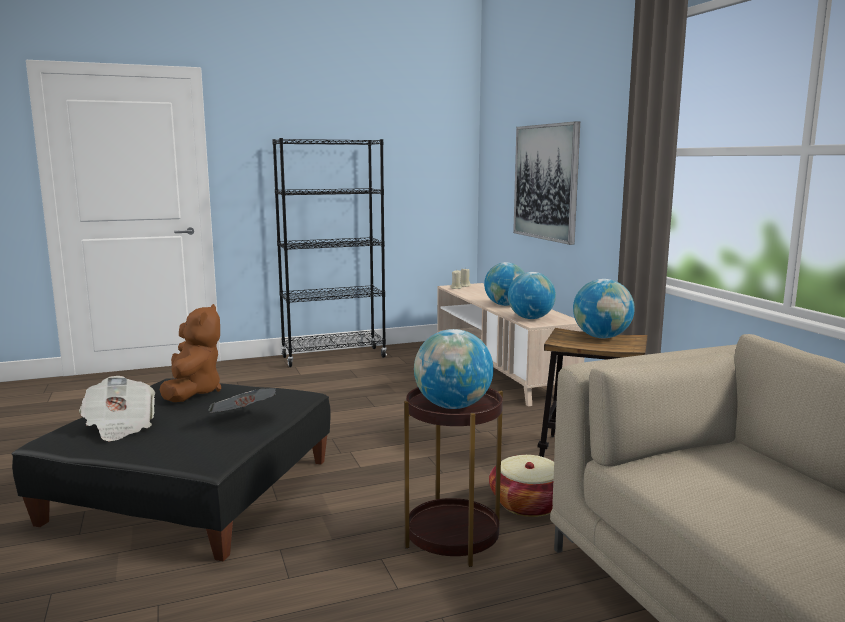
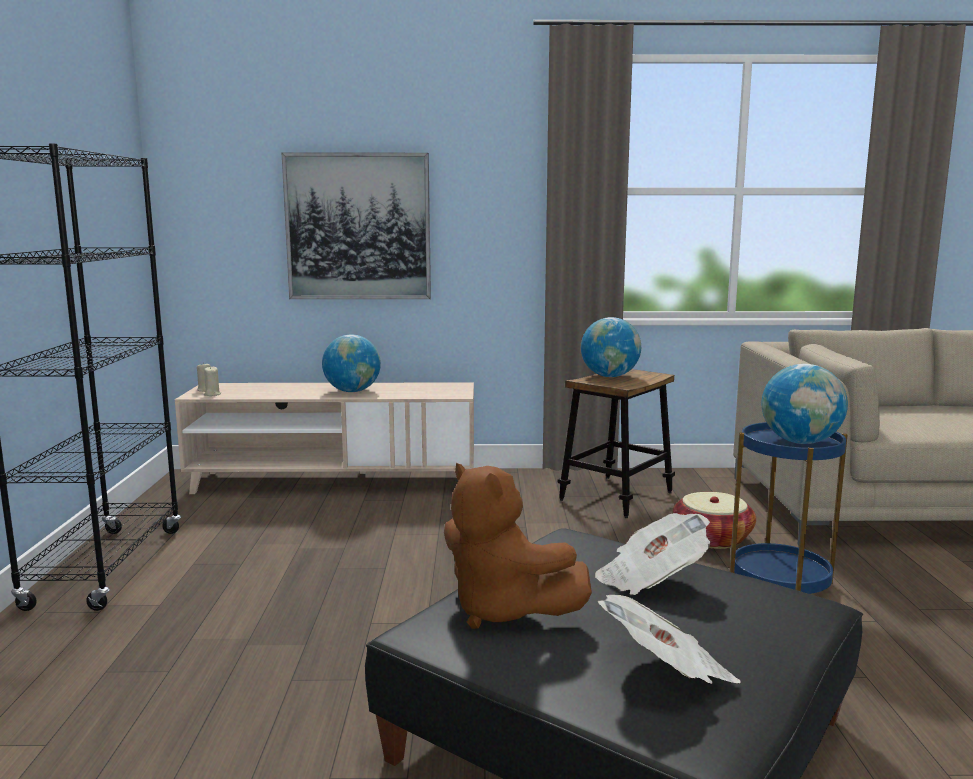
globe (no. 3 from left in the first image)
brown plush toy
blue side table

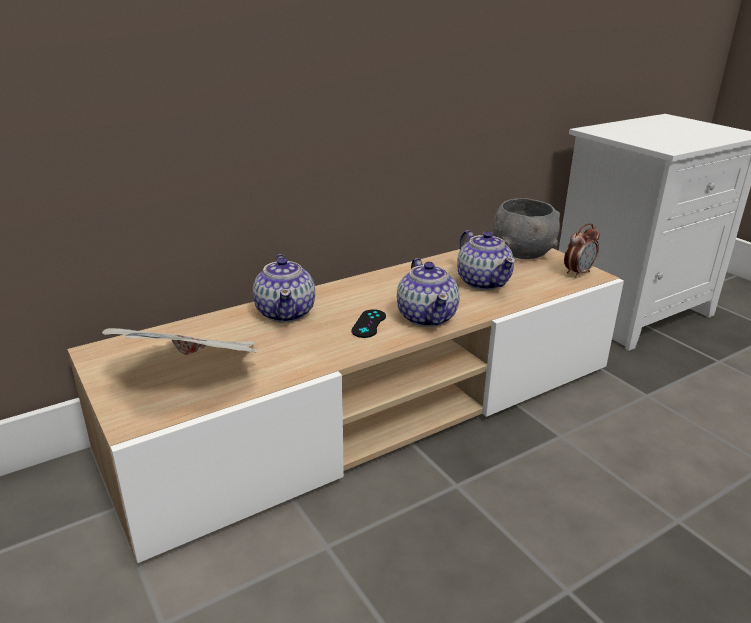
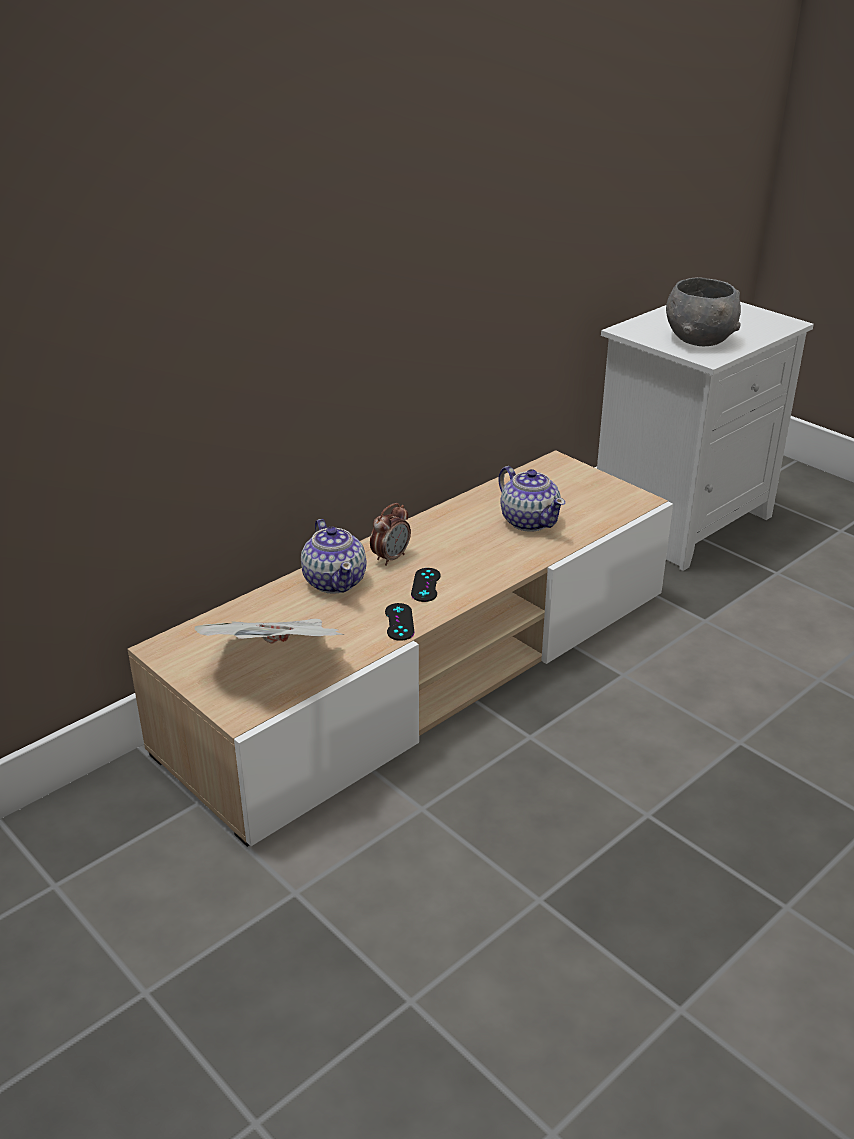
grey bowl
alarm clock
teapot (no. 2 from left in the first image)
black game controller (no. 1 from left)

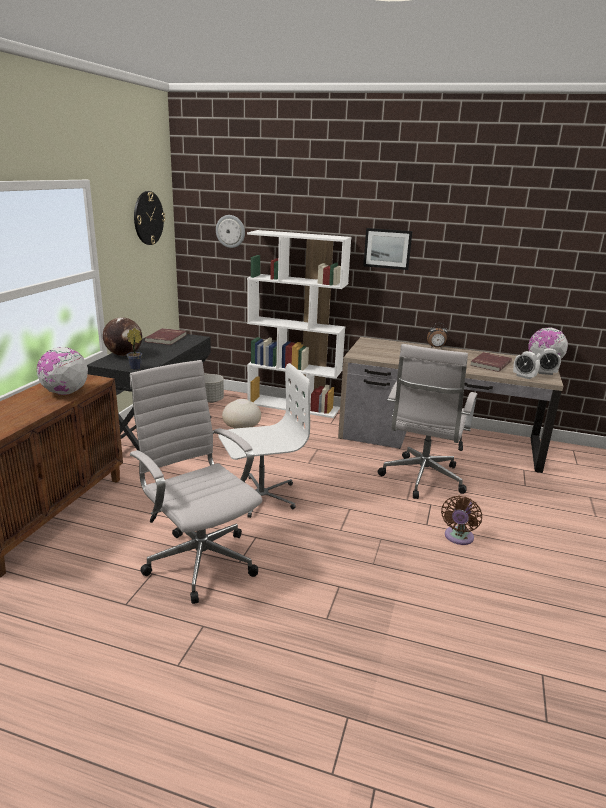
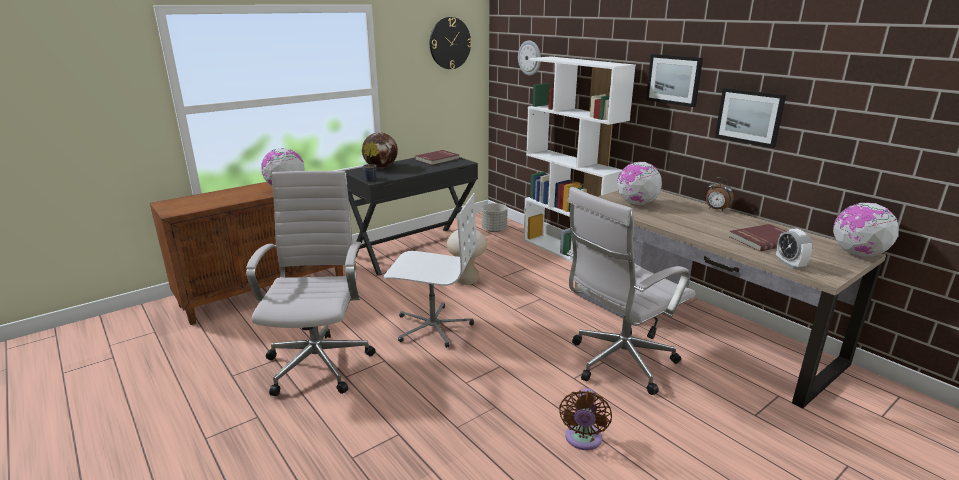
alarm clock (no. 3 from left in the first image)
brown fan
picture (no. 2 from left)
globe (no. 3 from left)

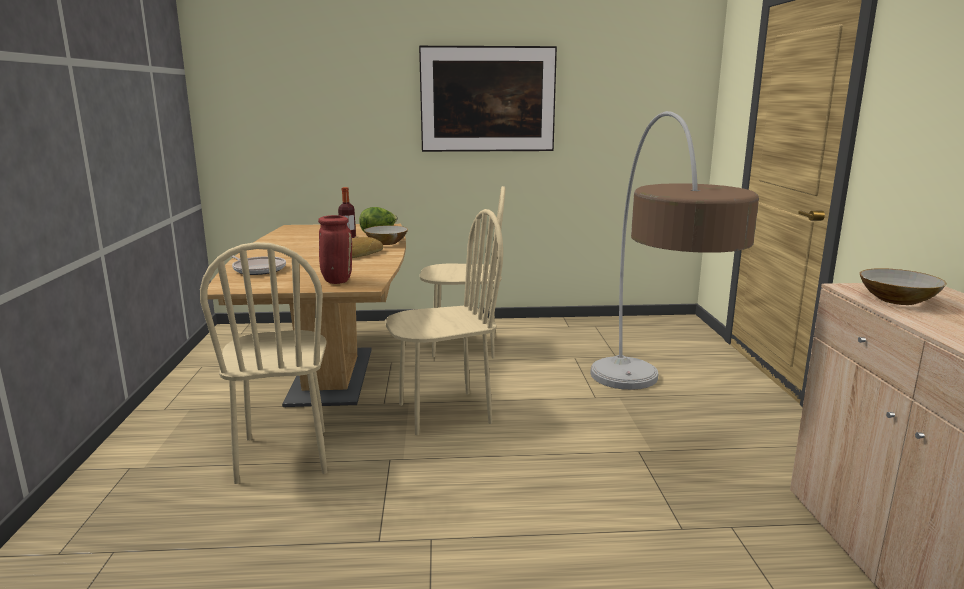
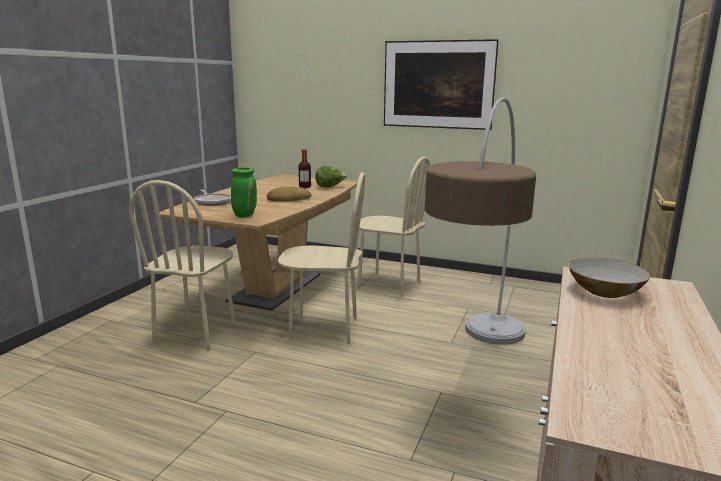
green vase
bowl (no. 1 from left in the first image)

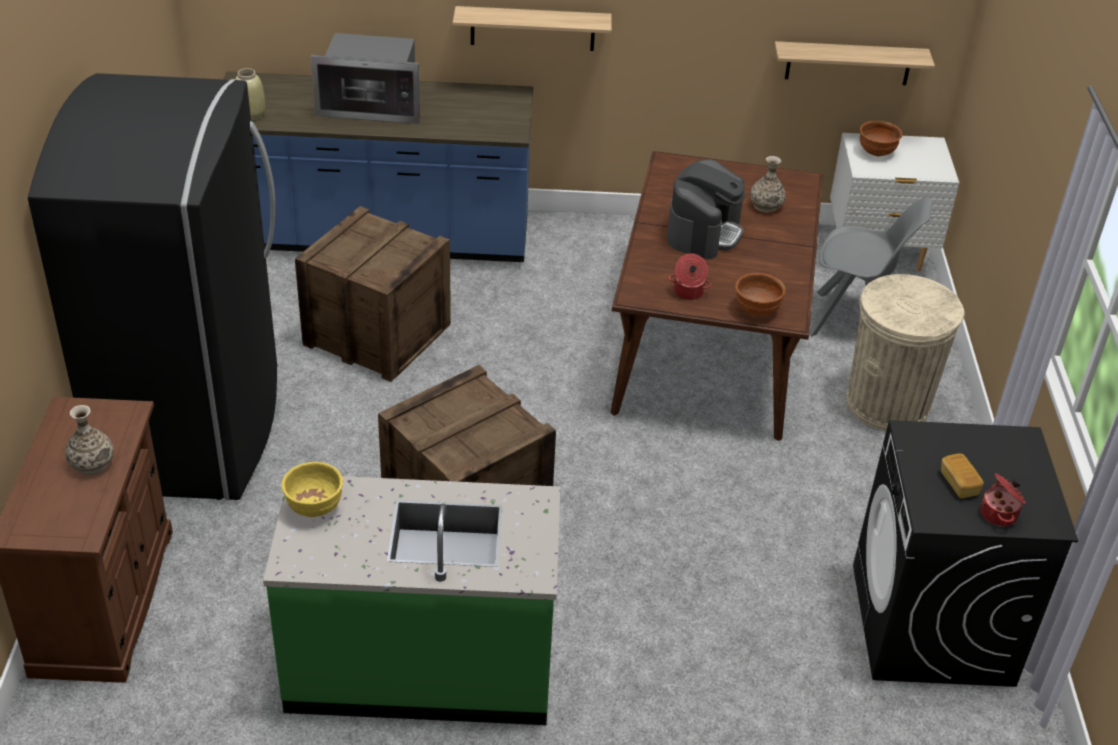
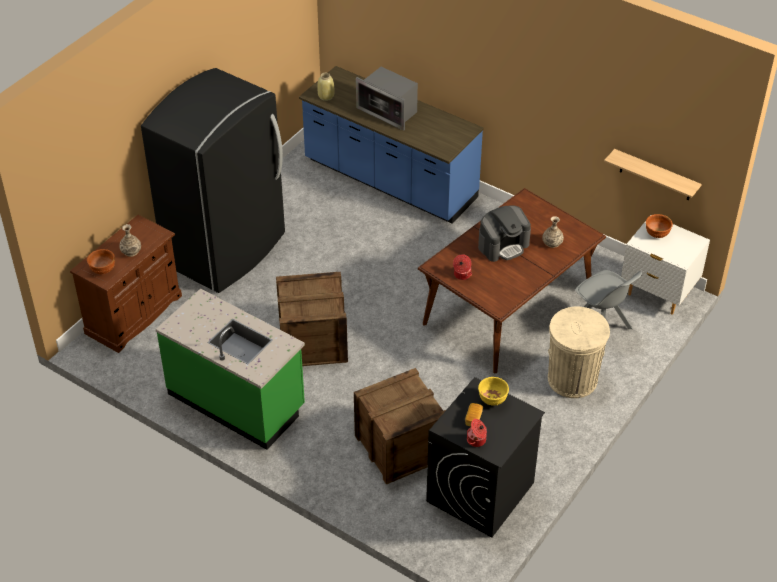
shelf (no. 1 from left in the first image)
crate (no. 2 from left)
brown bowl (no. 1 from left)
yellow bowl

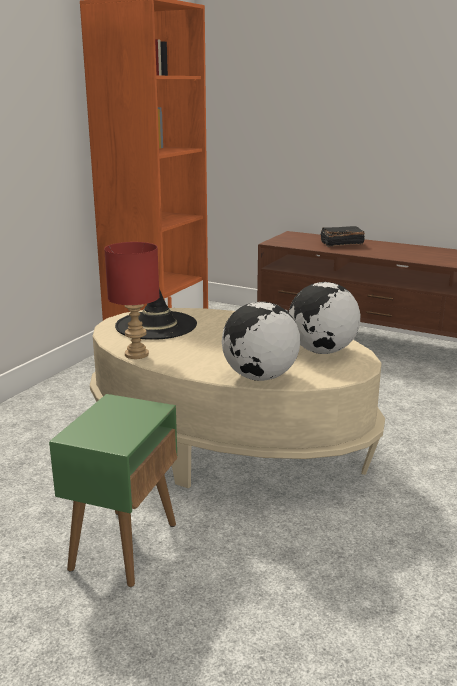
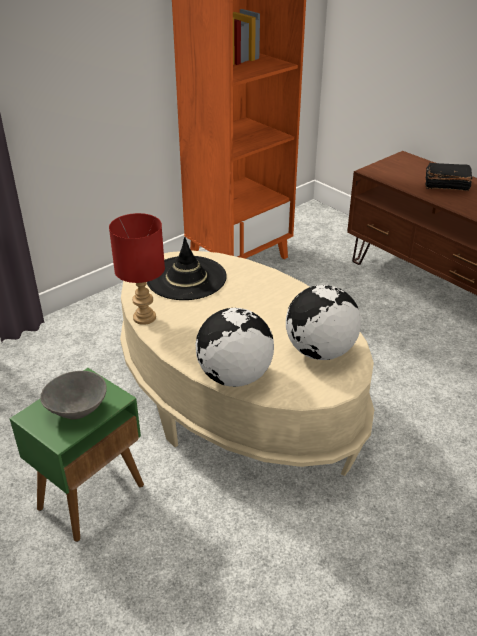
grey bowl

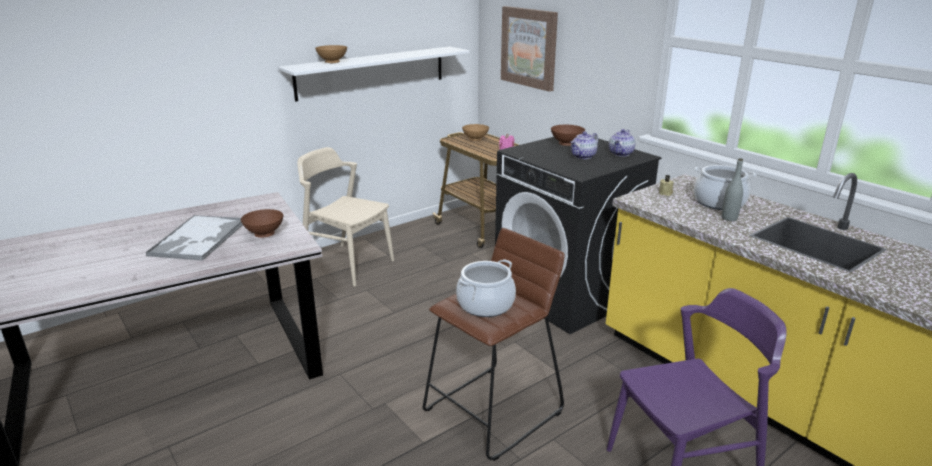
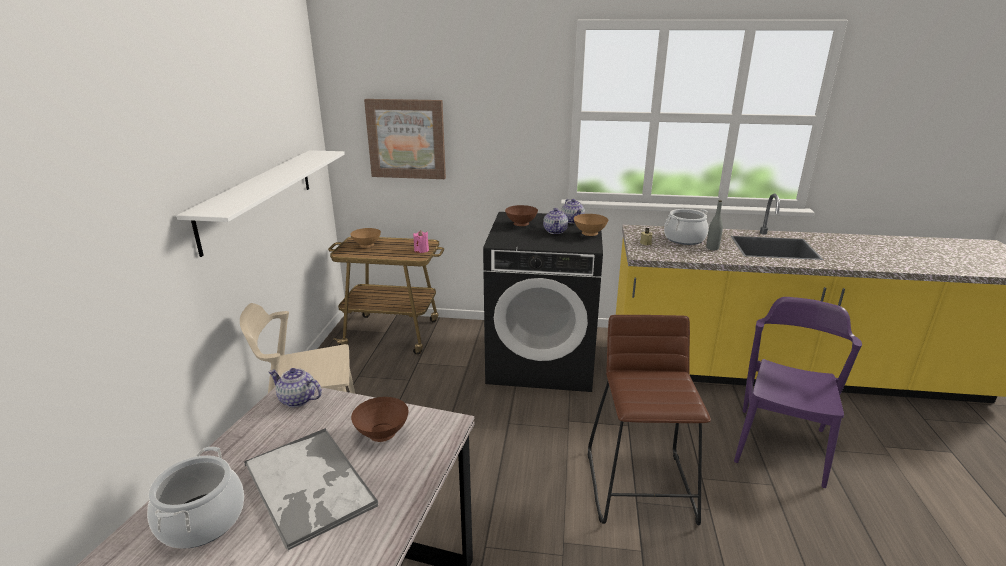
brown bowl (no. 4 from left)
cooking pot (no. 1 from left)
teapot (no. 1 from left)

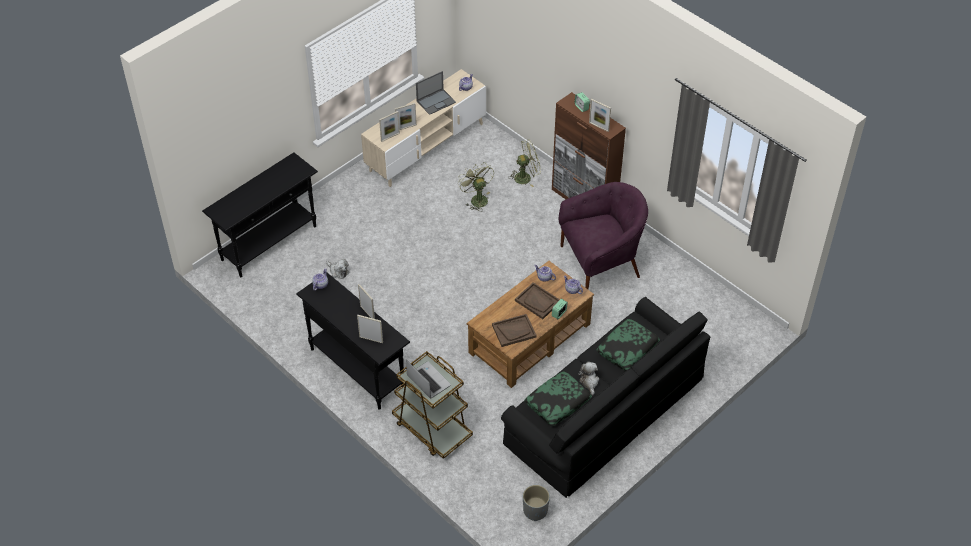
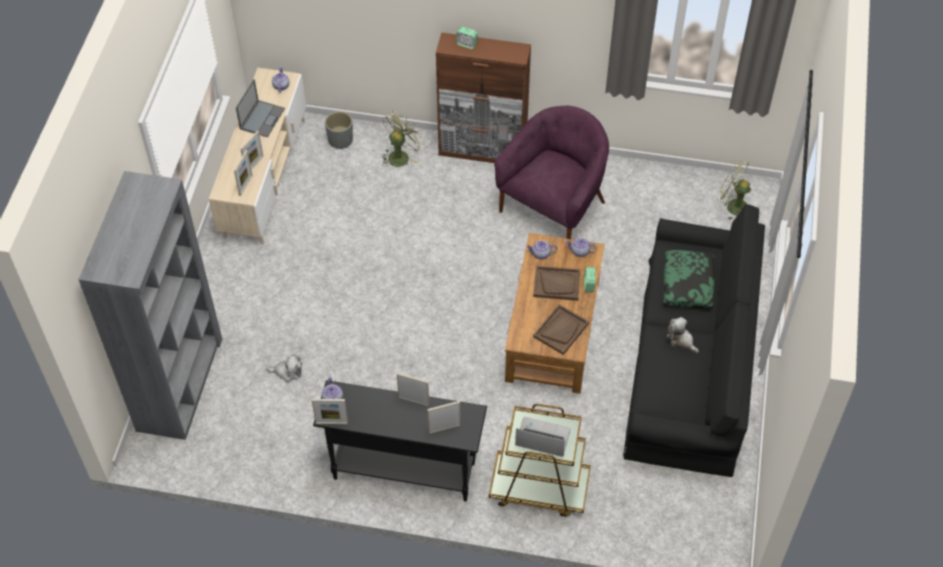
picture frame (no. 3 from left)
grey bookcase
green fan (no. 2 from left)
pillow (no. 1 from left in the first image)
grey planter

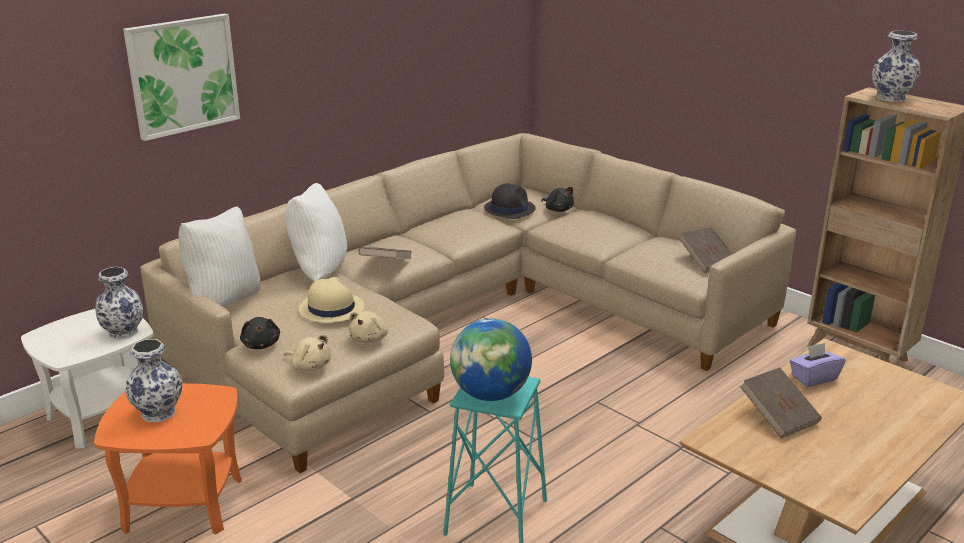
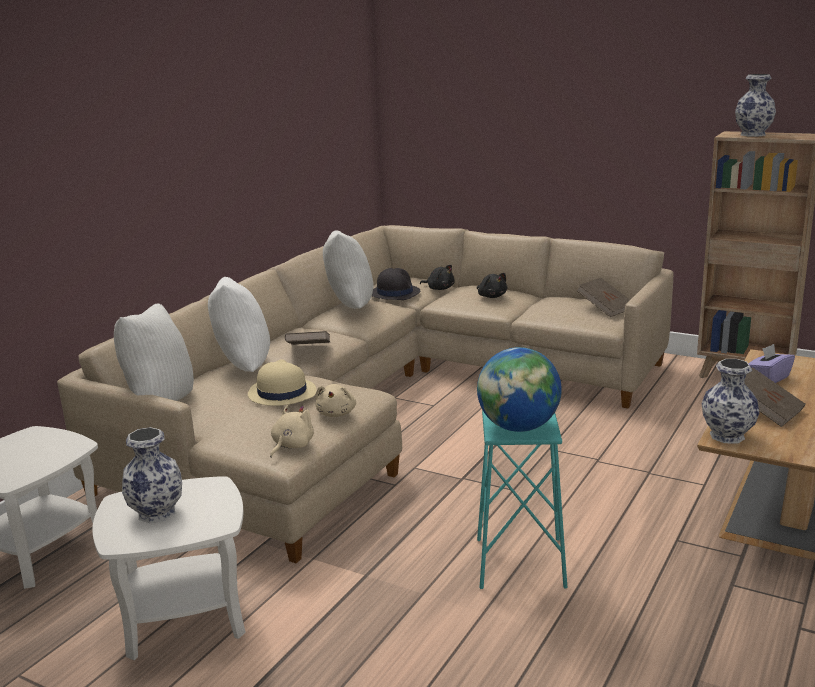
picture
vase (no. 2 from left)
black plush toy (no. 2 from left)
beige plush toy (no. 1 from left)
white side table (no. 2 from left)
white pillow (no. 3 from left)

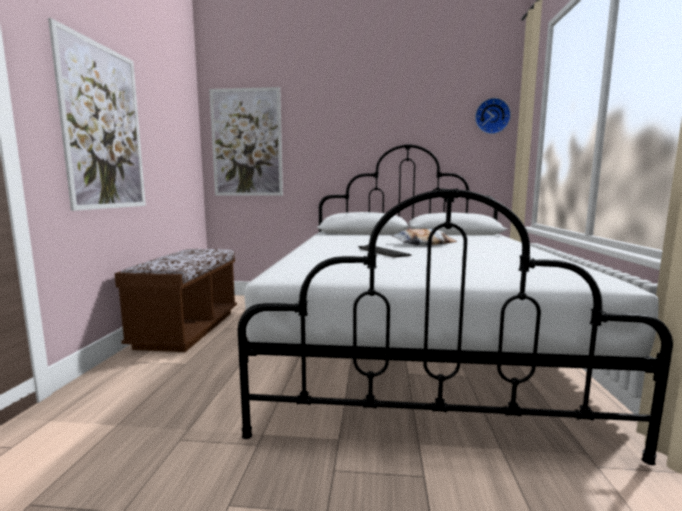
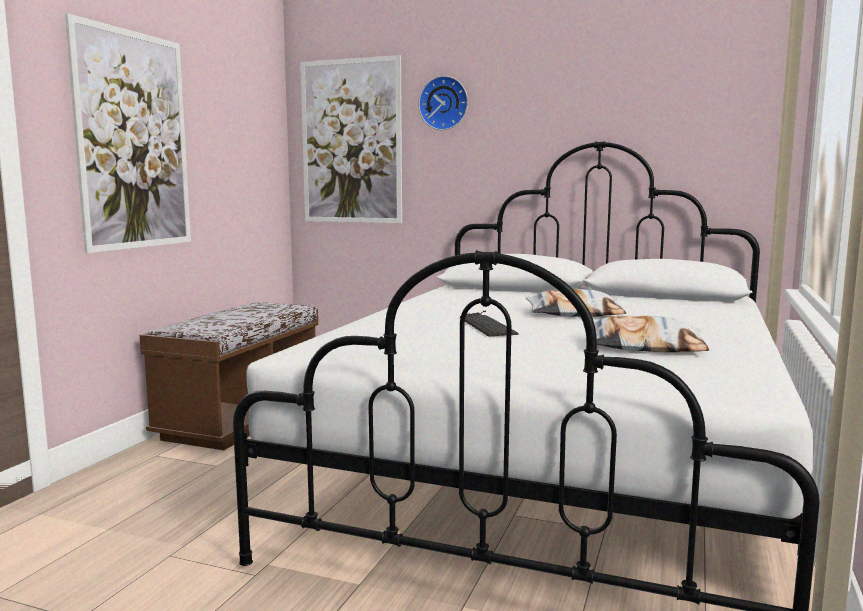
wall clock
pillow (no. 2 from left)

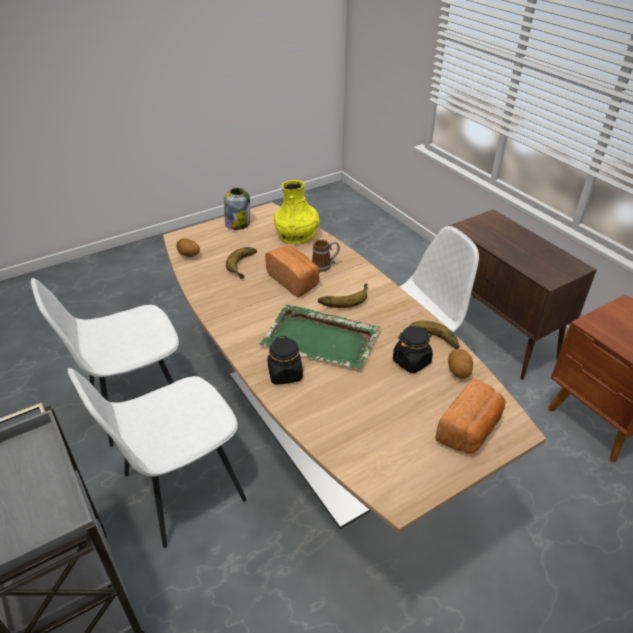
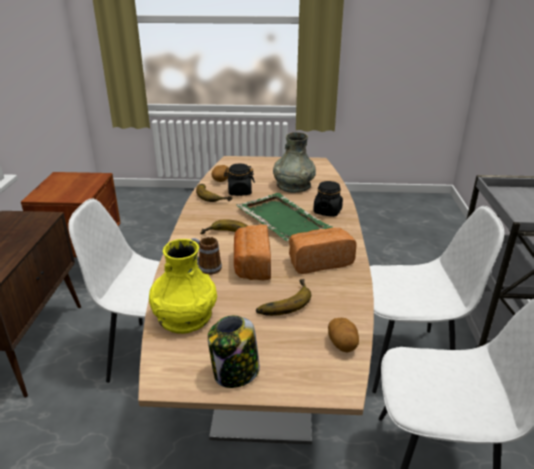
bread (no. 2 from left)
grey vase

